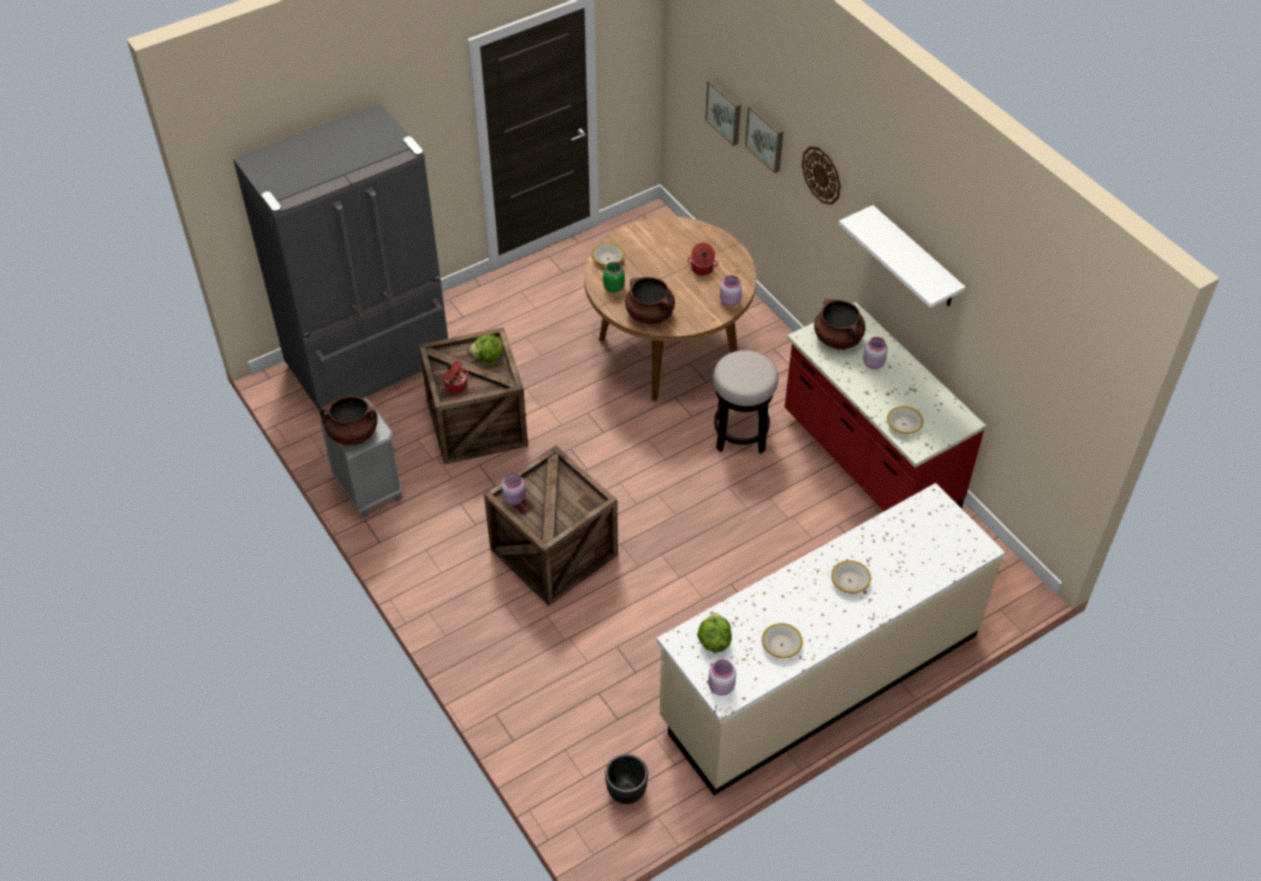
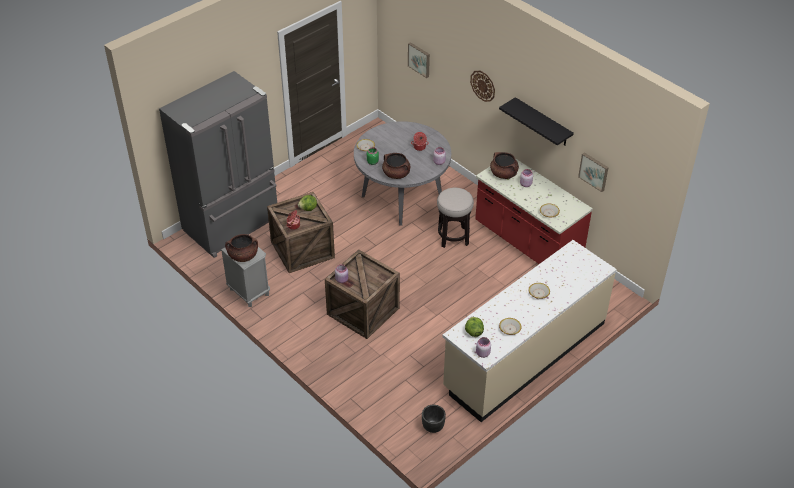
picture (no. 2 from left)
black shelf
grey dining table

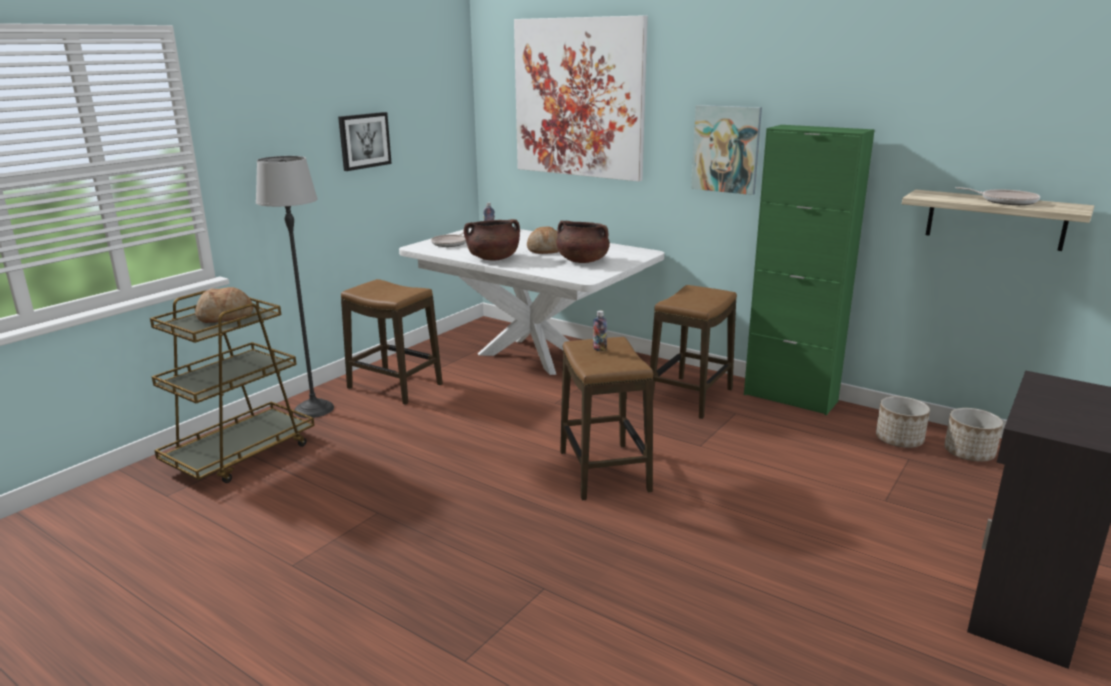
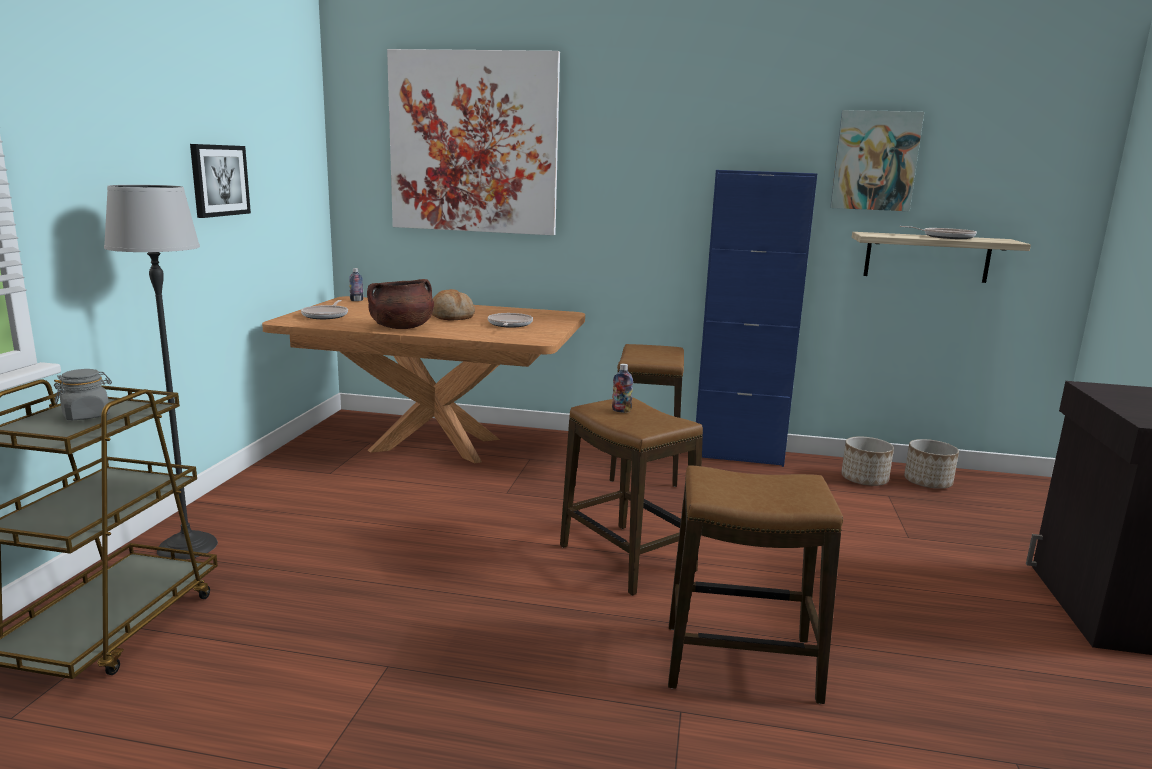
picture (no. 3 from left)
blue cabinet
frying pan (no. 2 from left)
brown dining table
stool (no. 3 from left)
grey jar

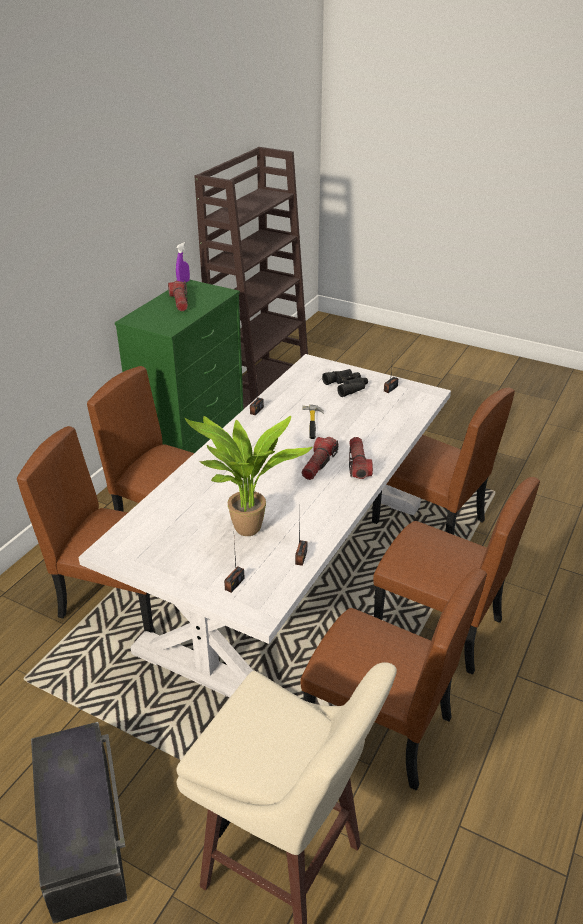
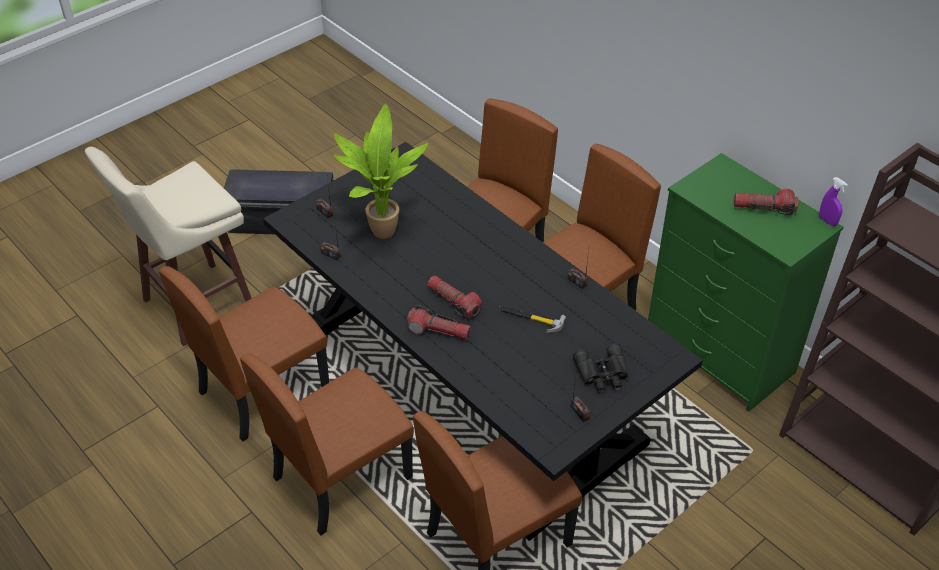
black dining table

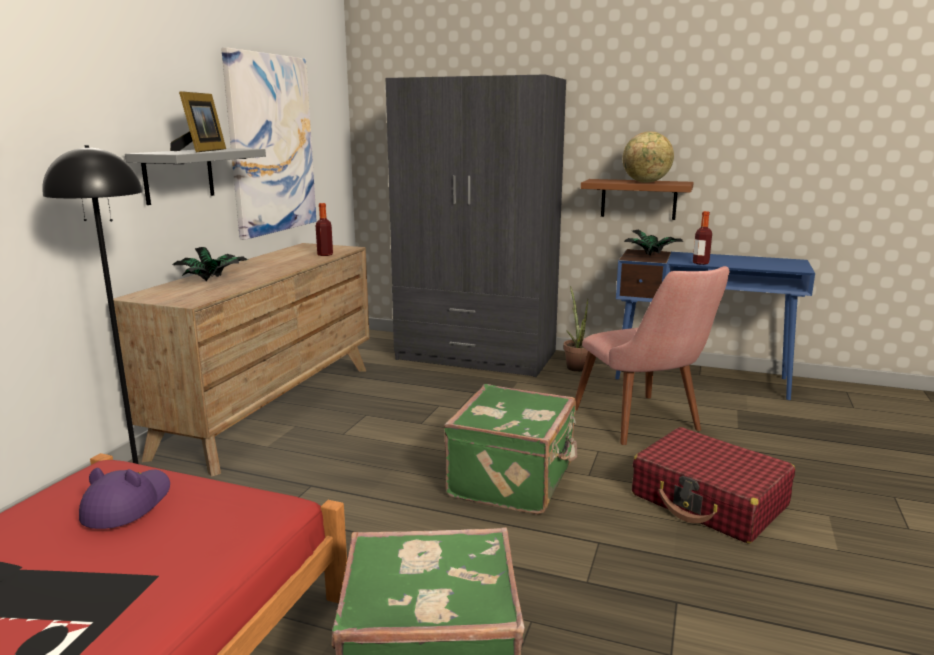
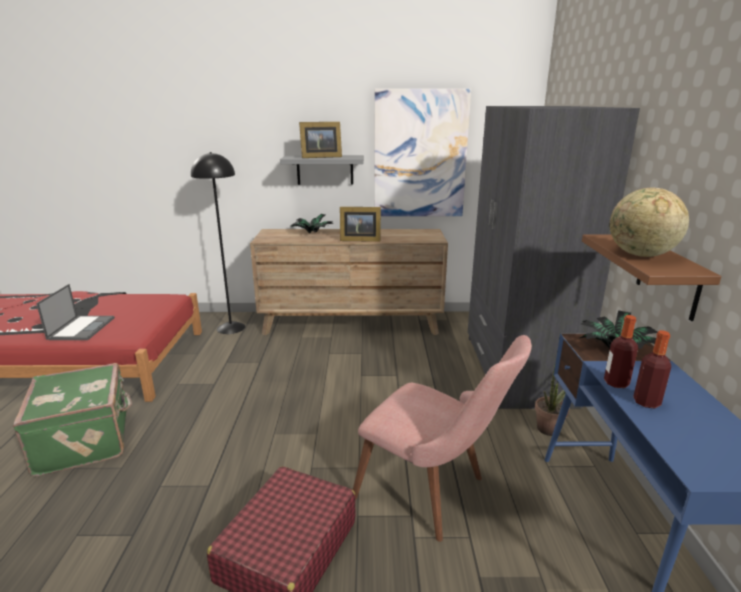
bottle (no. 2 from left)
pink chair
green suitcase (no. 2 from left in the first image)
purple hat
picture frame (no. 2 from left)
laptop

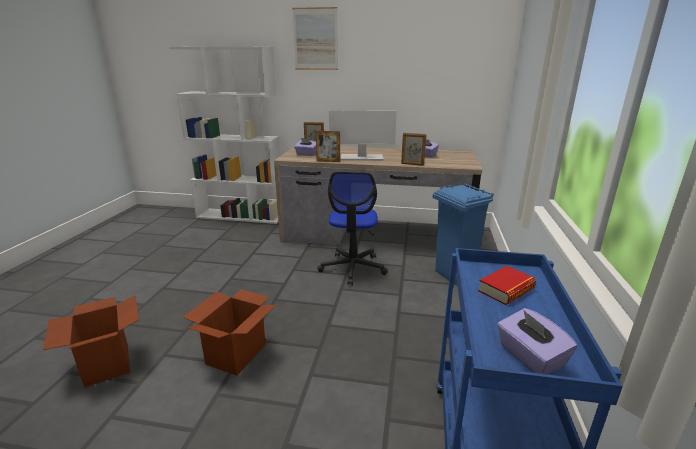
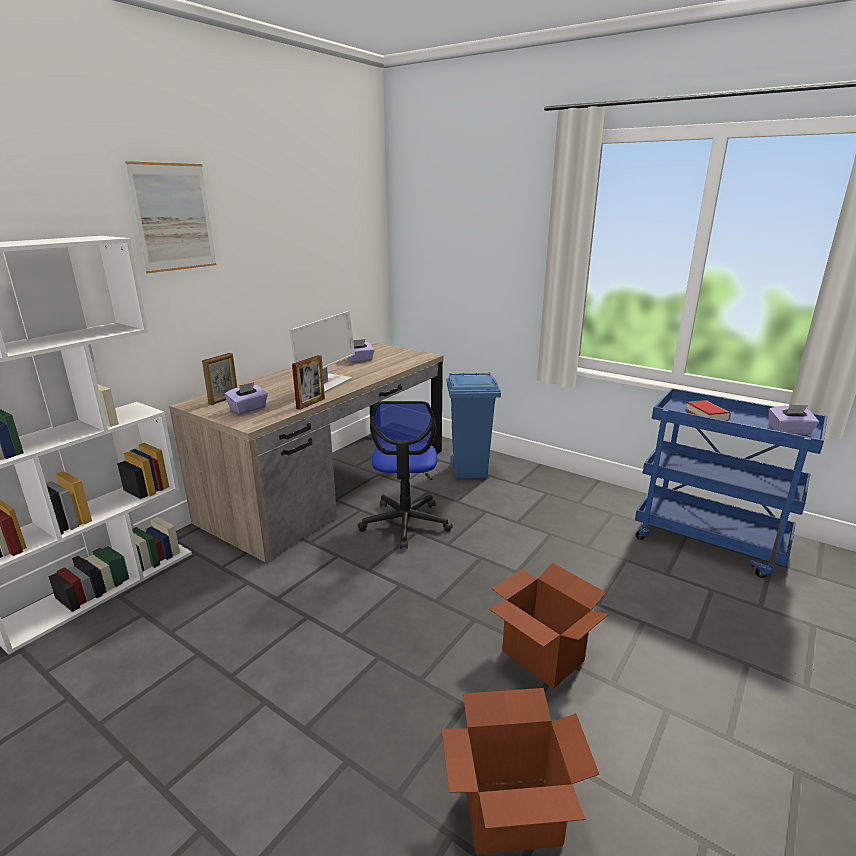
picture frame (no. 3 from left in the first image)
office chair

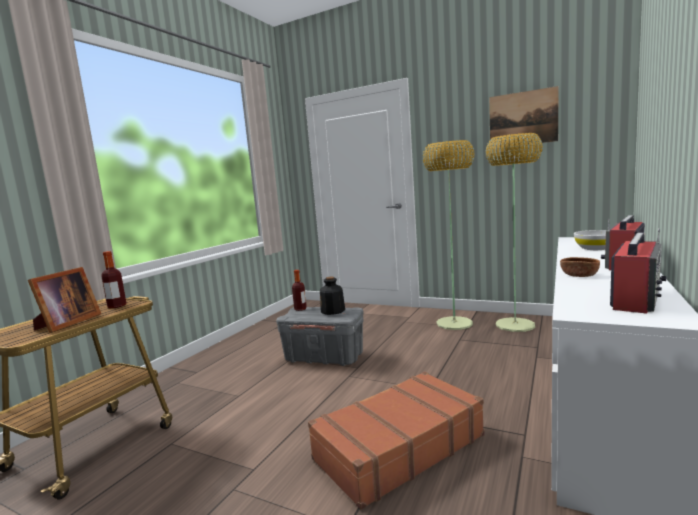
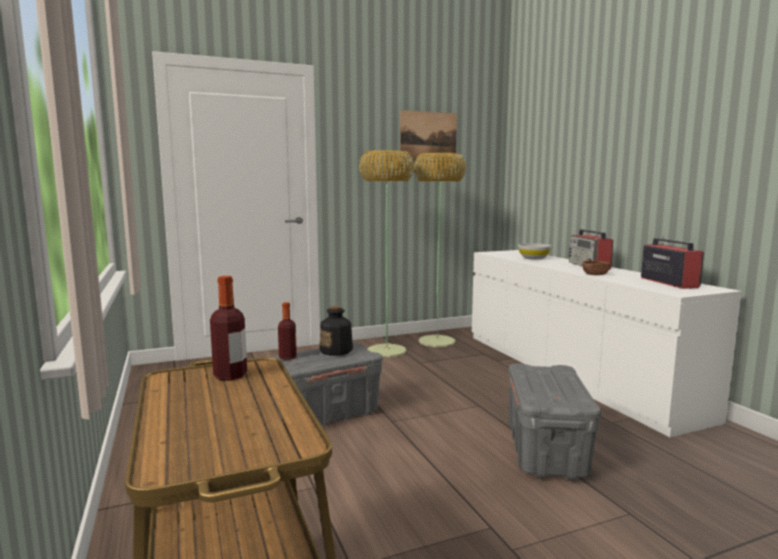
picture frame
grey storage box (no. 2 from left)

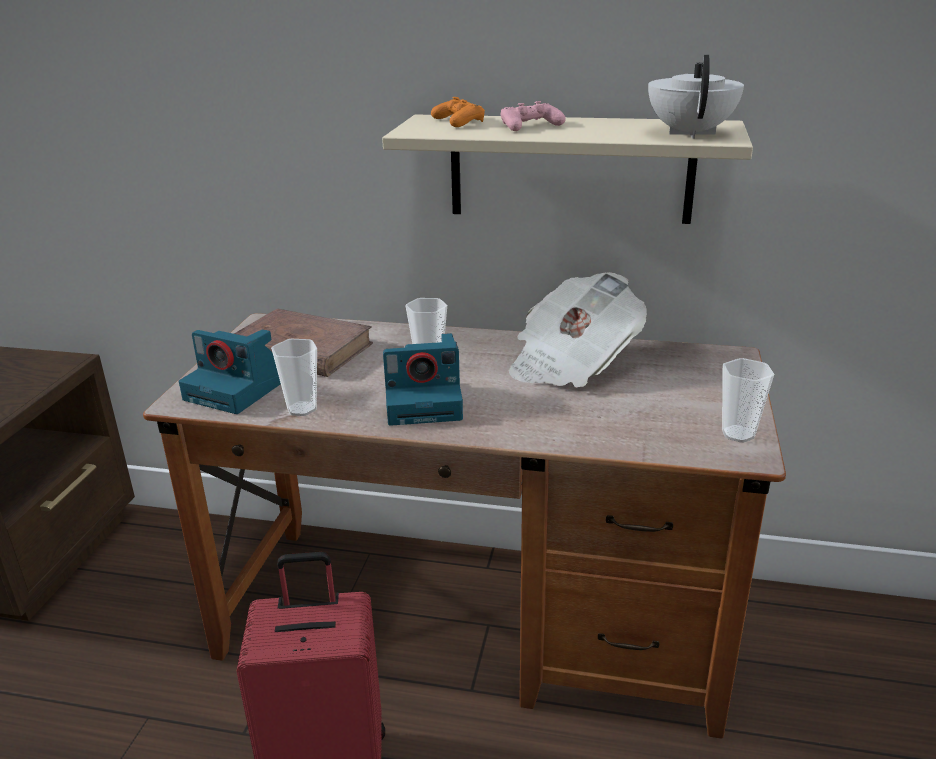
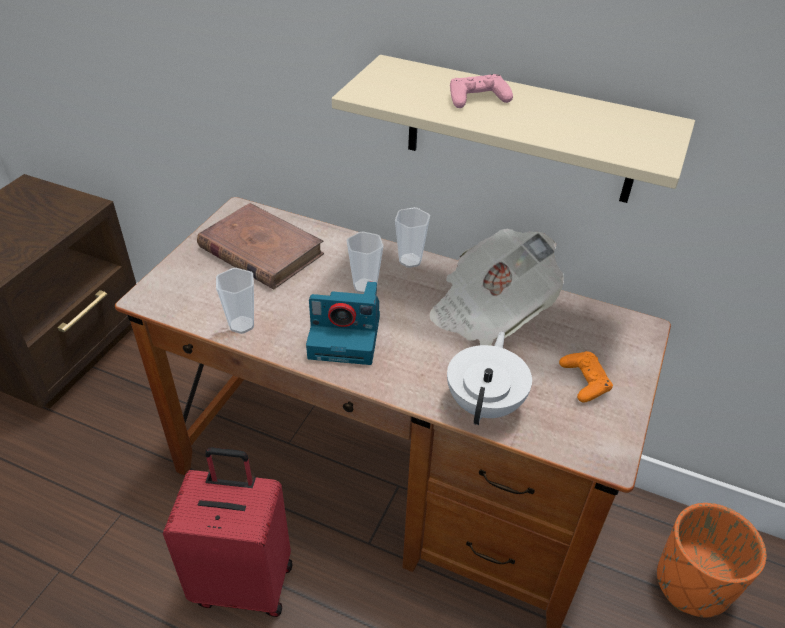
white teapot
orange game controller
photo camera (no. 1 from left in the first image)
cup (no. 3 from left)
orange planter

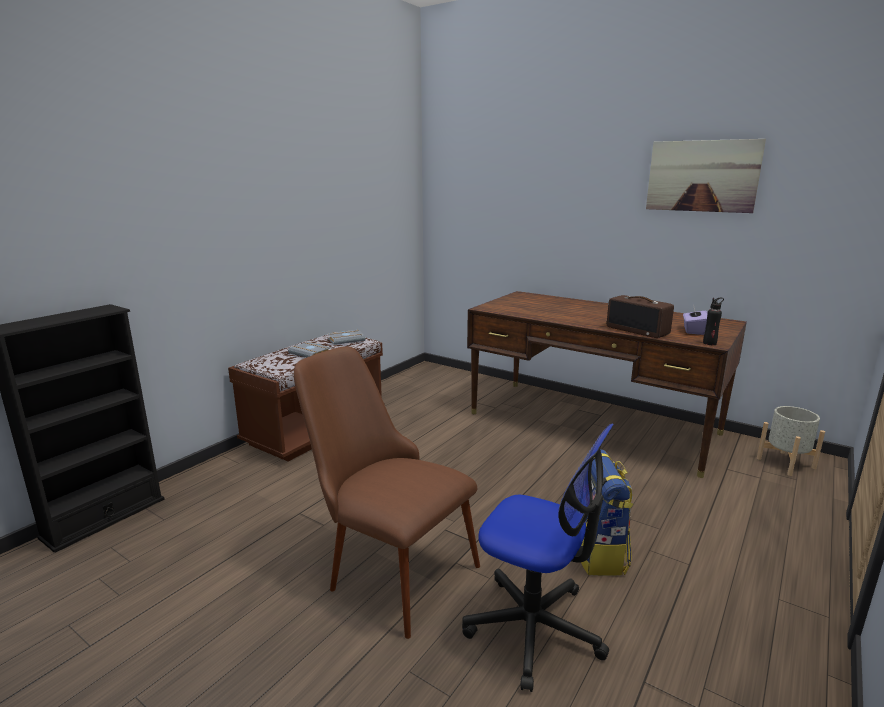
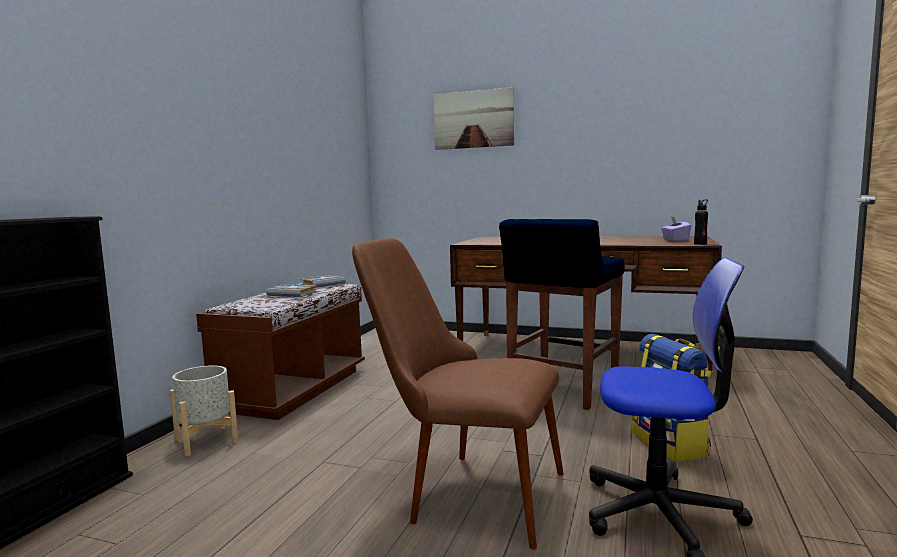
picture
radio
grey planter
blue stool

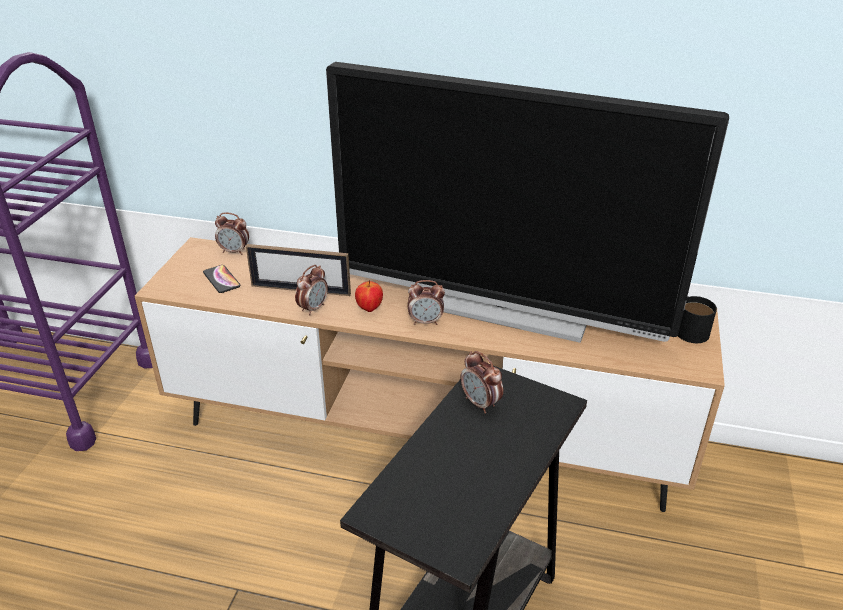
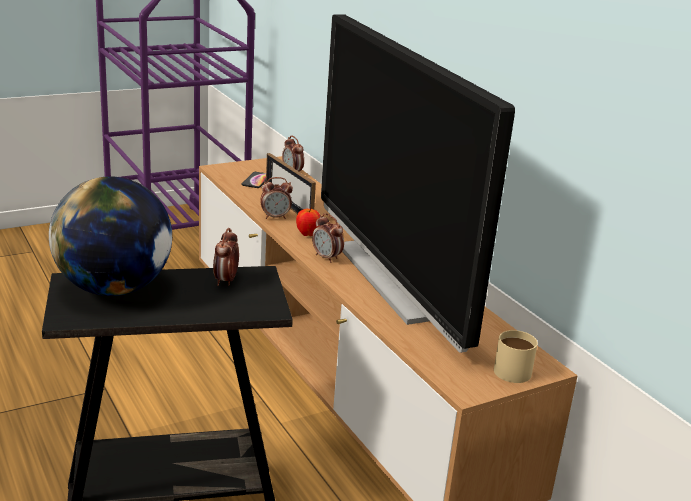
beige mug
globe

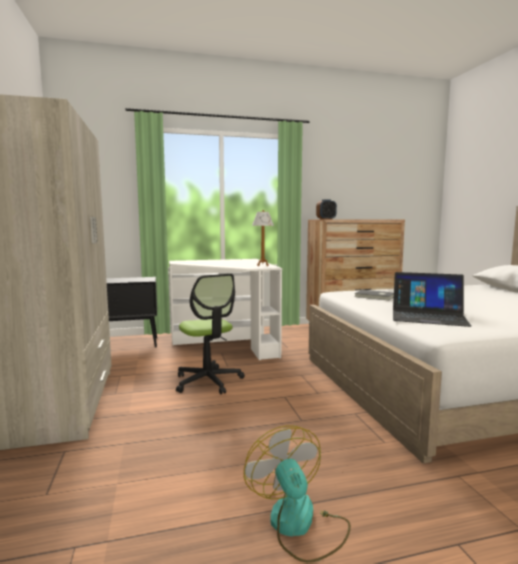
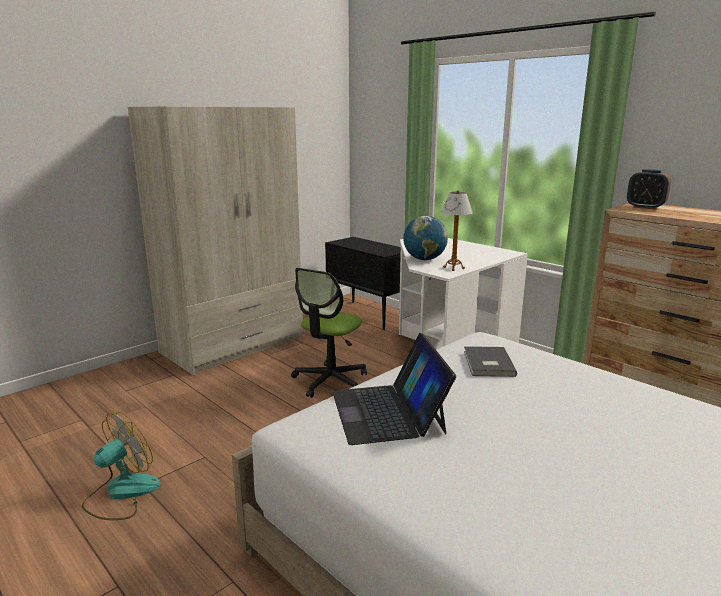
globe

